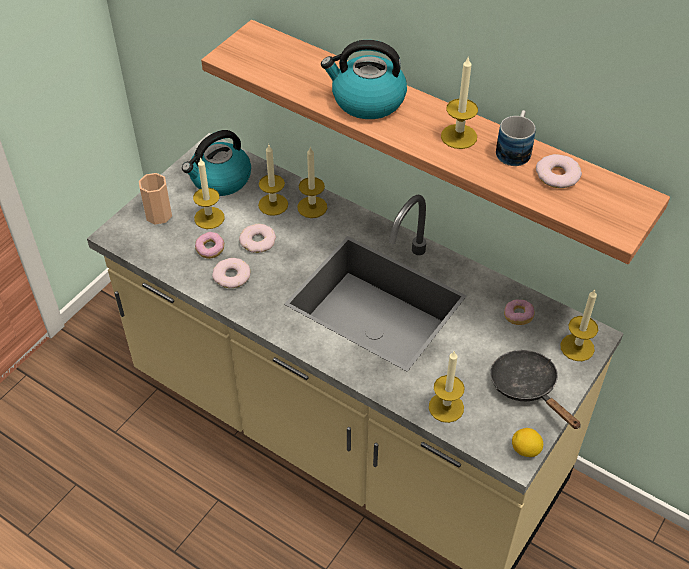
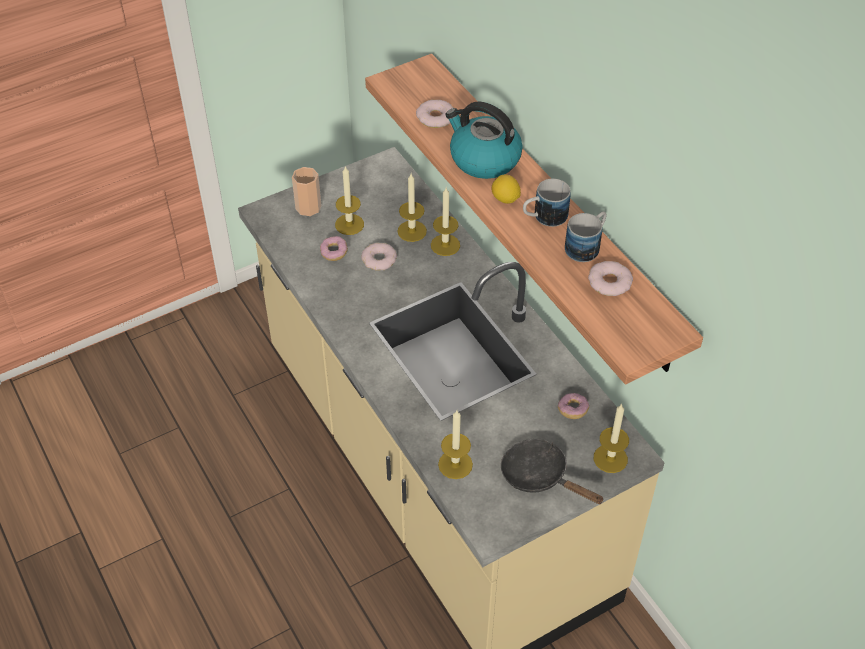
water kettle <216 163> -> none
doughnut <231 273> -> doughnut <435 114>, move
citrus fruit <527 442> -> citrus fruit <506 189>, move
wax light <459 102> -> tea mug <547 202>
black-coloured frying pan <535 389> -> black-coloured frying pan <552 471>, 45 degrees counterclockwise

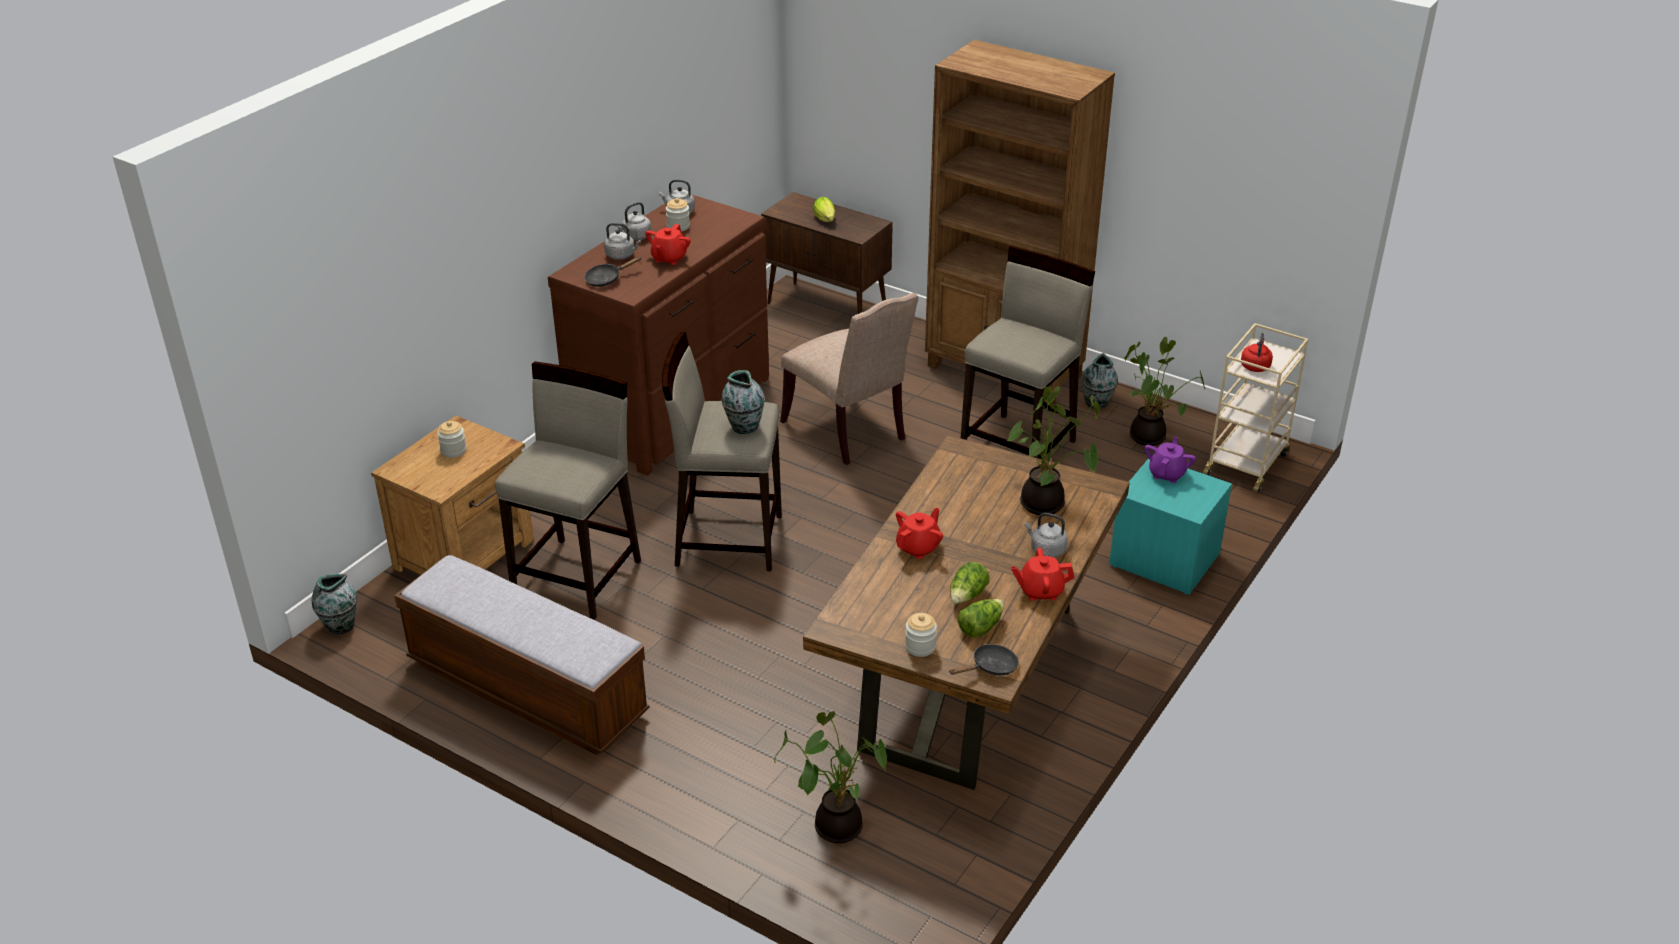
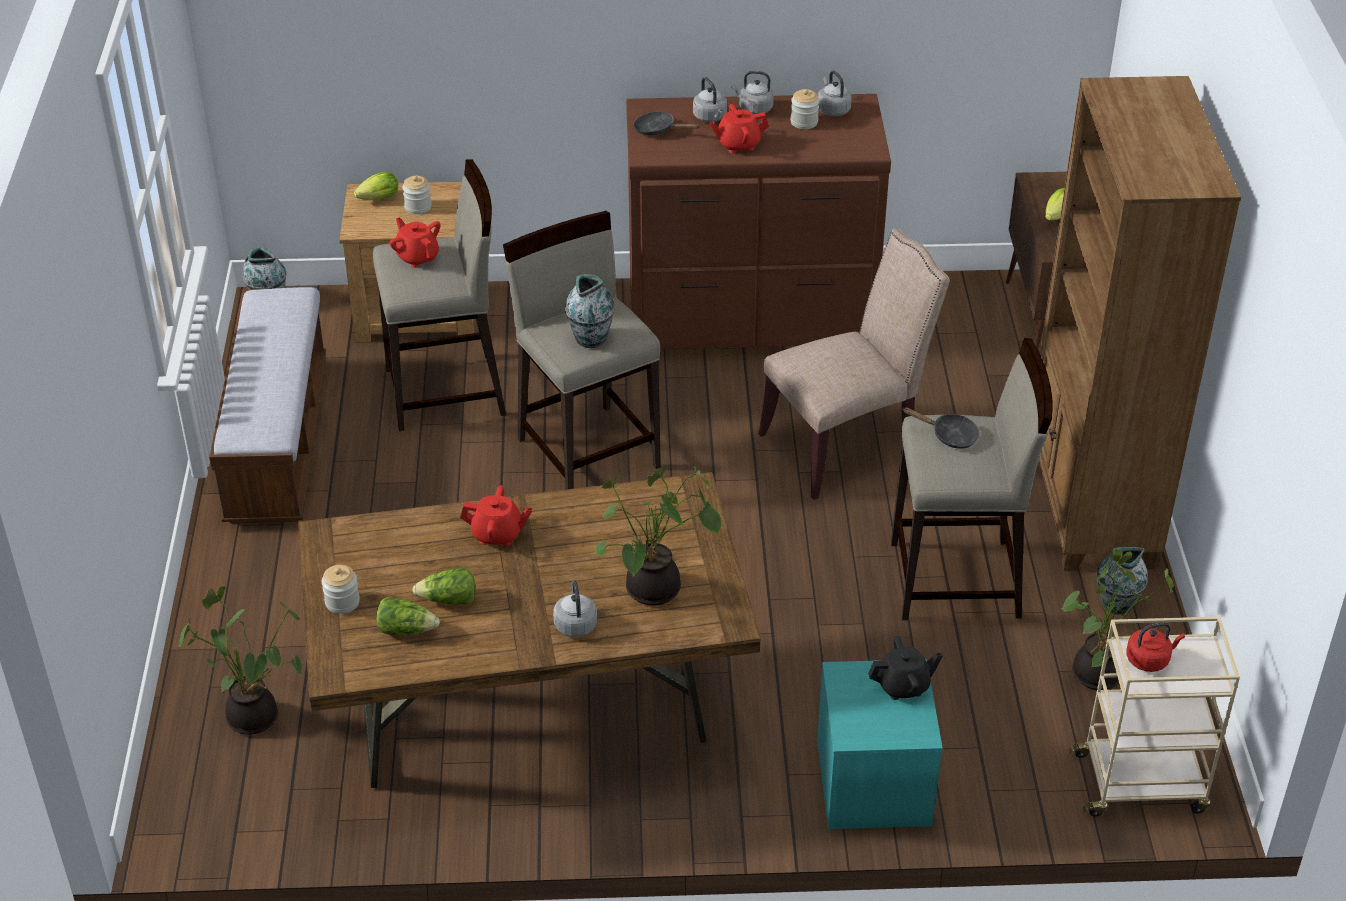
none -> lettuce head <376 186>
black-coloured frying pan <984 659> -> black-coloured frying pan <941 428>, move
red-coloured pot for tea <1043 574> -> red-coloured pot for tea <415 242>, move
purple-coloured pot for tea <1170 460> -> black-coloured pot for tea <905 668>
sand-coloured upright chair <849 379> -> sand-coloured upright chair <854 364>, 135 degrees counterclockwise

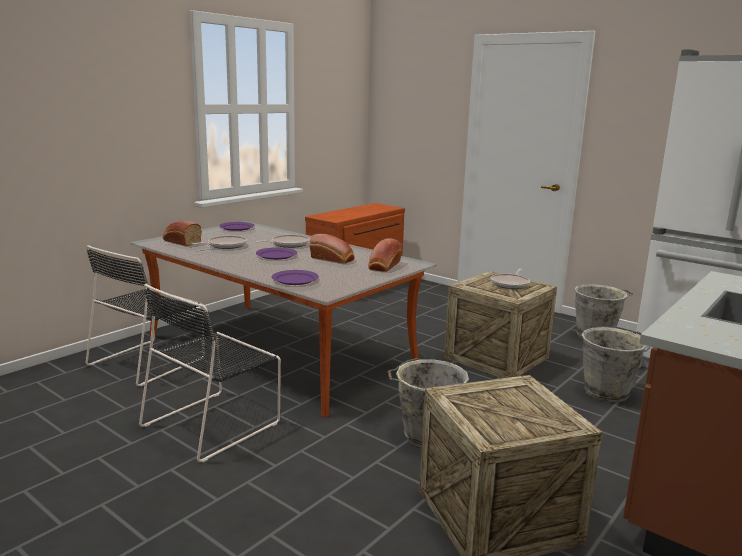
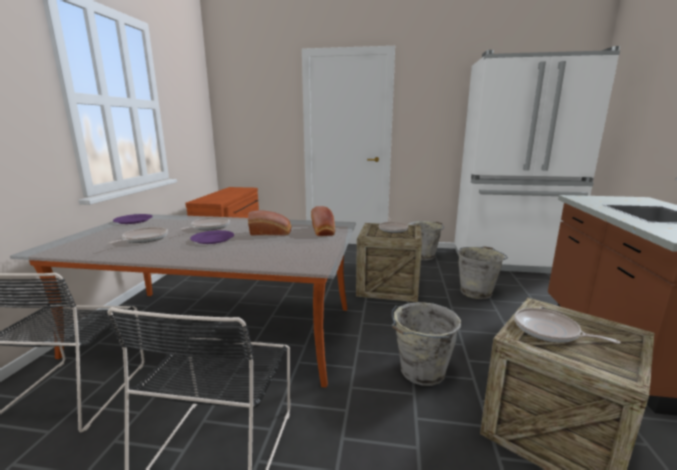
baked bread <182 233> -> none
purple-coloured plate <295 277> -> none
none -> frying pan <567 326>

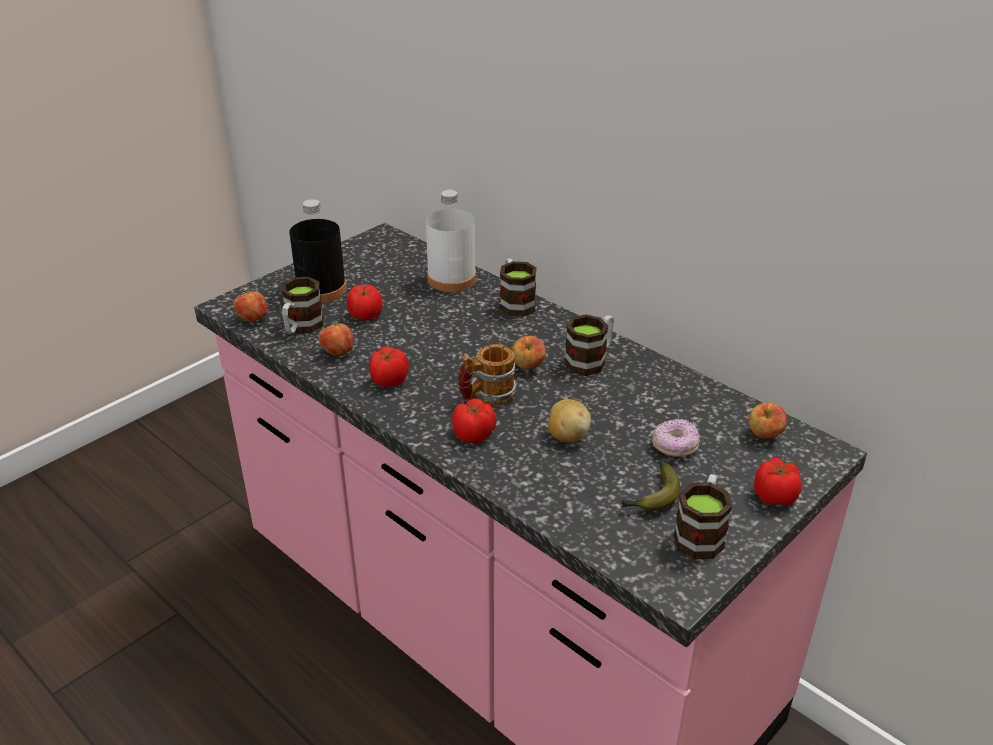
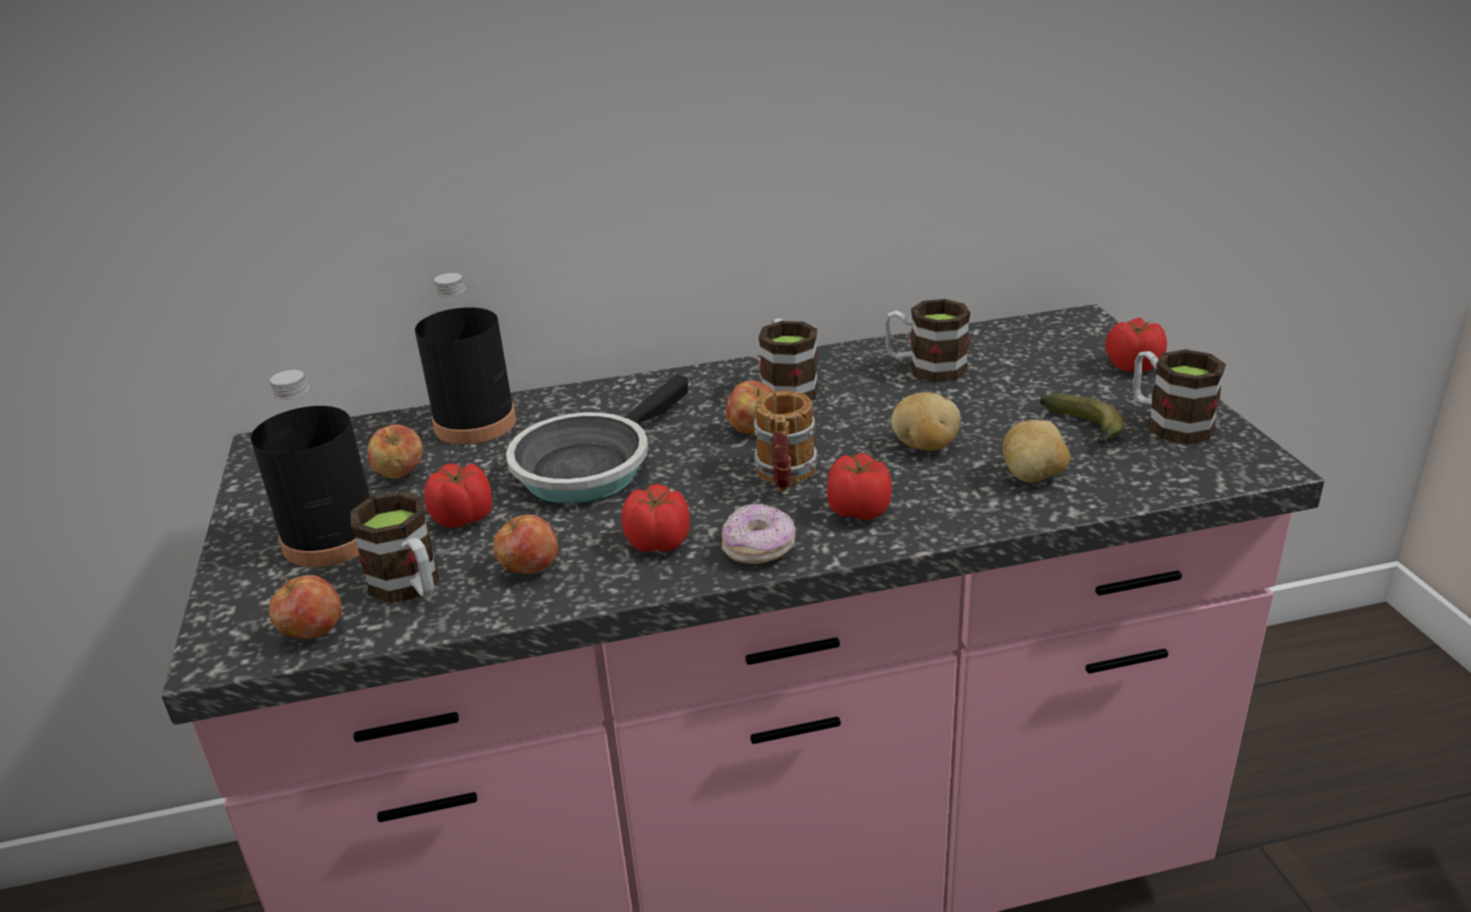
none -> frying pan <597 439>
none -> spud <1036 451>
tea mug <518 287> -> tea mug <928 340>, move
doughnut <676 438> -> doughnut <758 533>, move
apple fruit <767 420> -> apple fruit <395 451>, move
whitish bottle <451 241> -> black-coloured bottle <465 358>

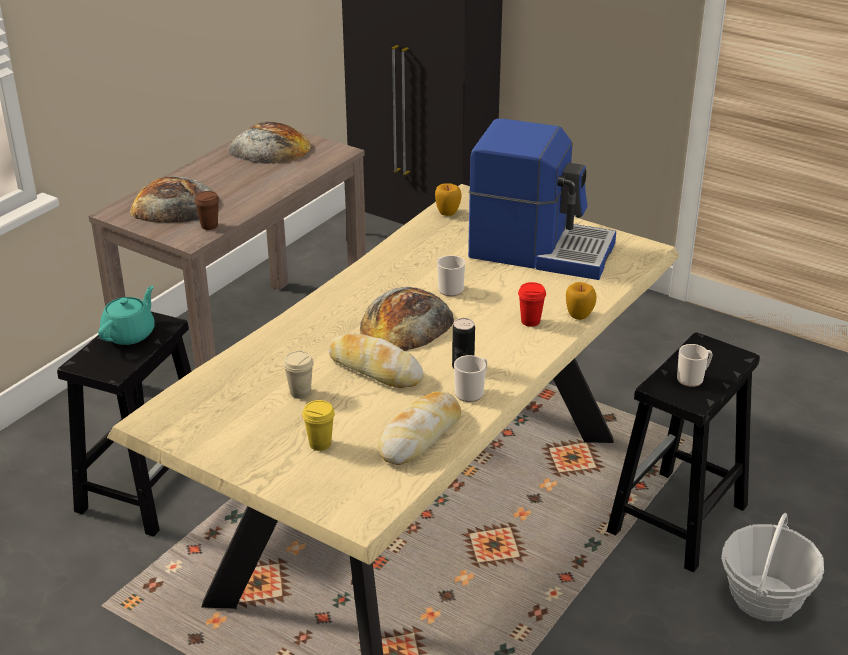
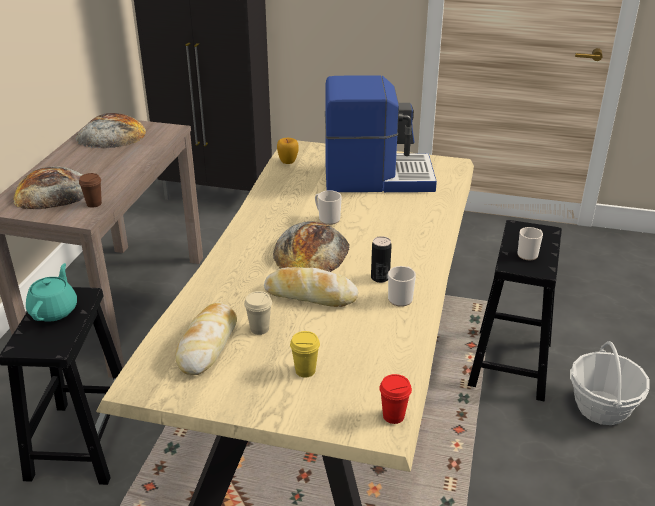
apple fruit <581 301> -> none
baked bread <419 428> -> baked bread <206 338>, move
red-coloured drinking cup <532 304> -> red-coloured drinking cup <395 399>, move

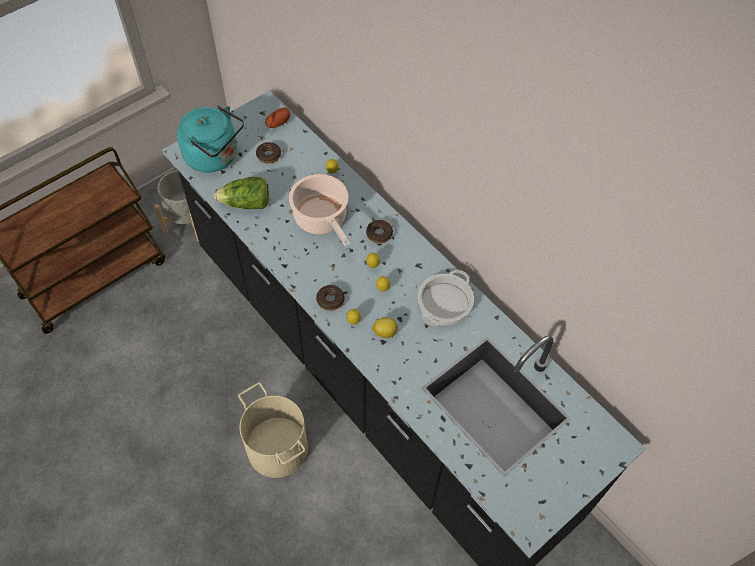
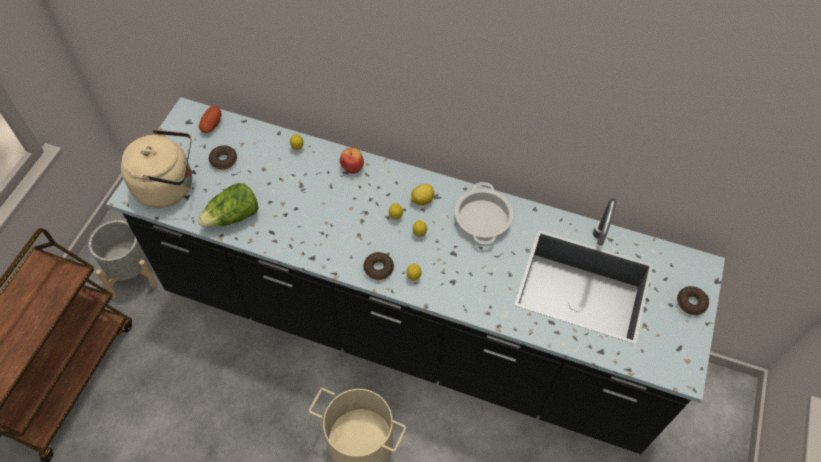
stockpot <319 210> -> none
none -> apple fruit <351 161>
doughnut <379 232> -> doughnut <693 300>, move
citrus fruit <385 328> -> citrus fruit <422 194>, move
blue-green water kettle <210 139> -> sand-coloured water kettle <156 167>

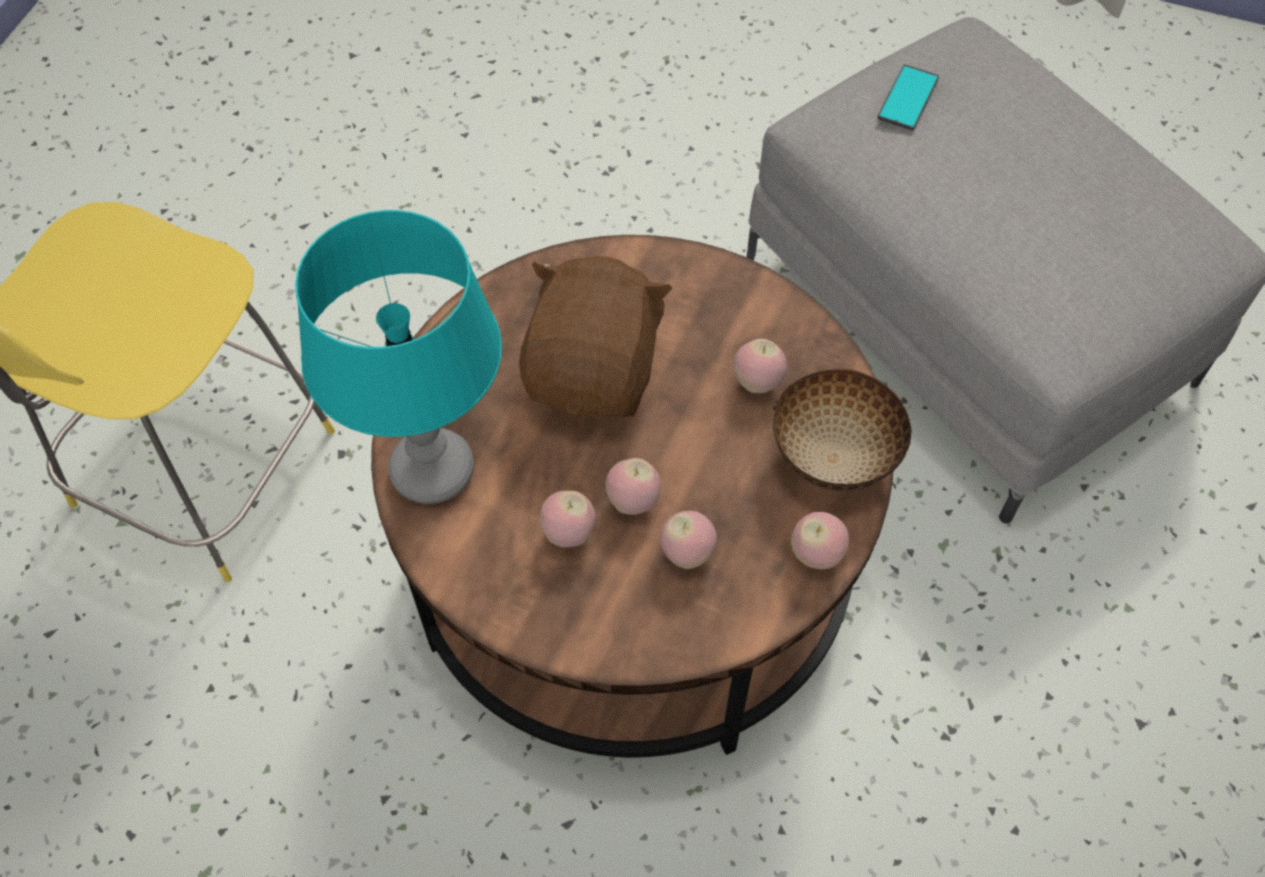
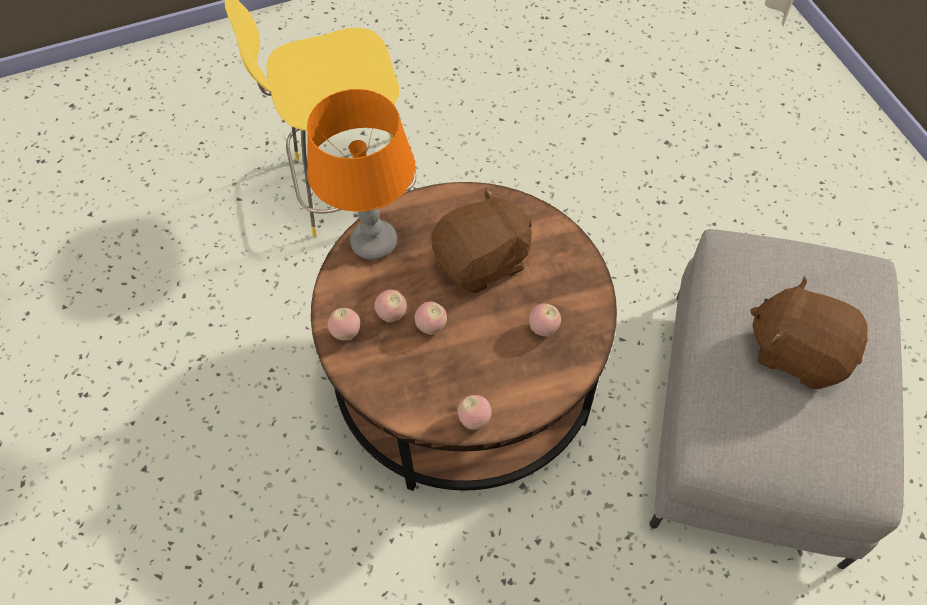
bowl <842 430> -> none
phone <908 97> -> none
none -> brownish plush toy <809 332>
apple fruit <688 540> -> apple fruit <344 324>, move
blue-green tabletop lamp <398 357> -> orange tabletop lamp <361 174>

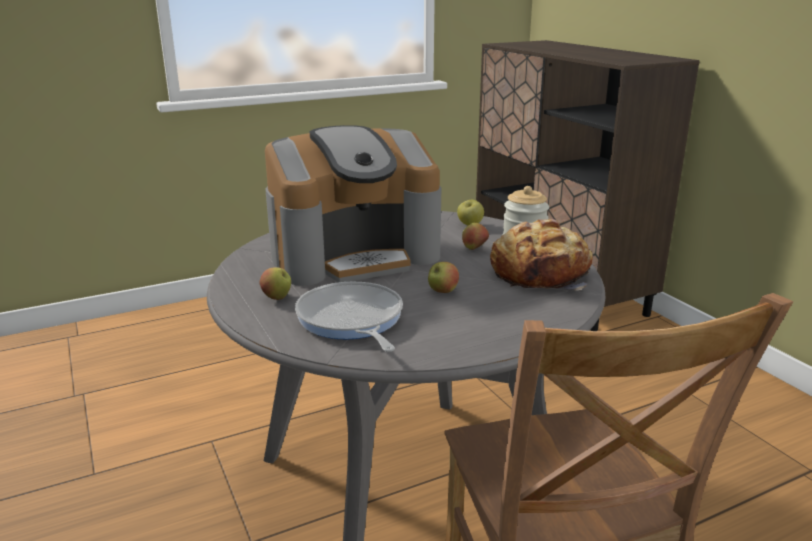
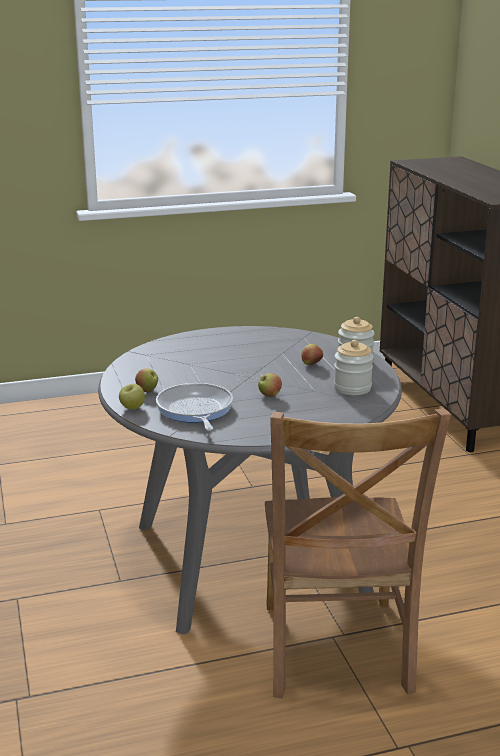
coffee maker <353 205> -> none
apple fruit <470 212> -> apple fruit <132 397>, move
baked bread <541 255> -> storage jar <353 367>

